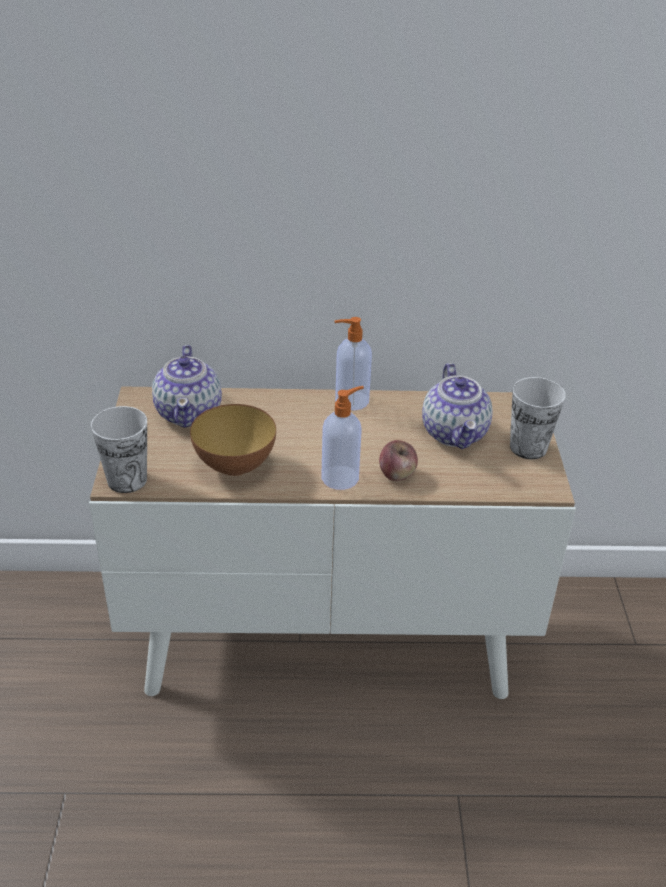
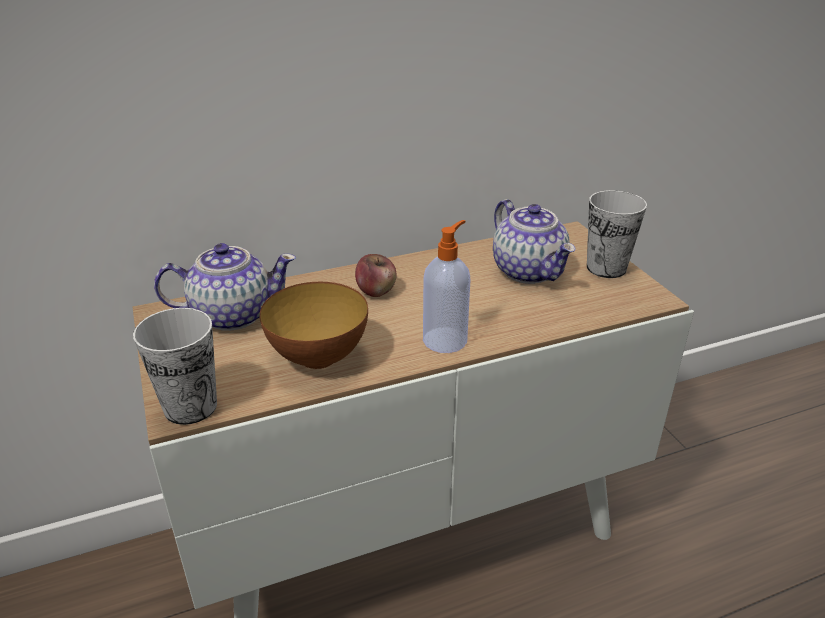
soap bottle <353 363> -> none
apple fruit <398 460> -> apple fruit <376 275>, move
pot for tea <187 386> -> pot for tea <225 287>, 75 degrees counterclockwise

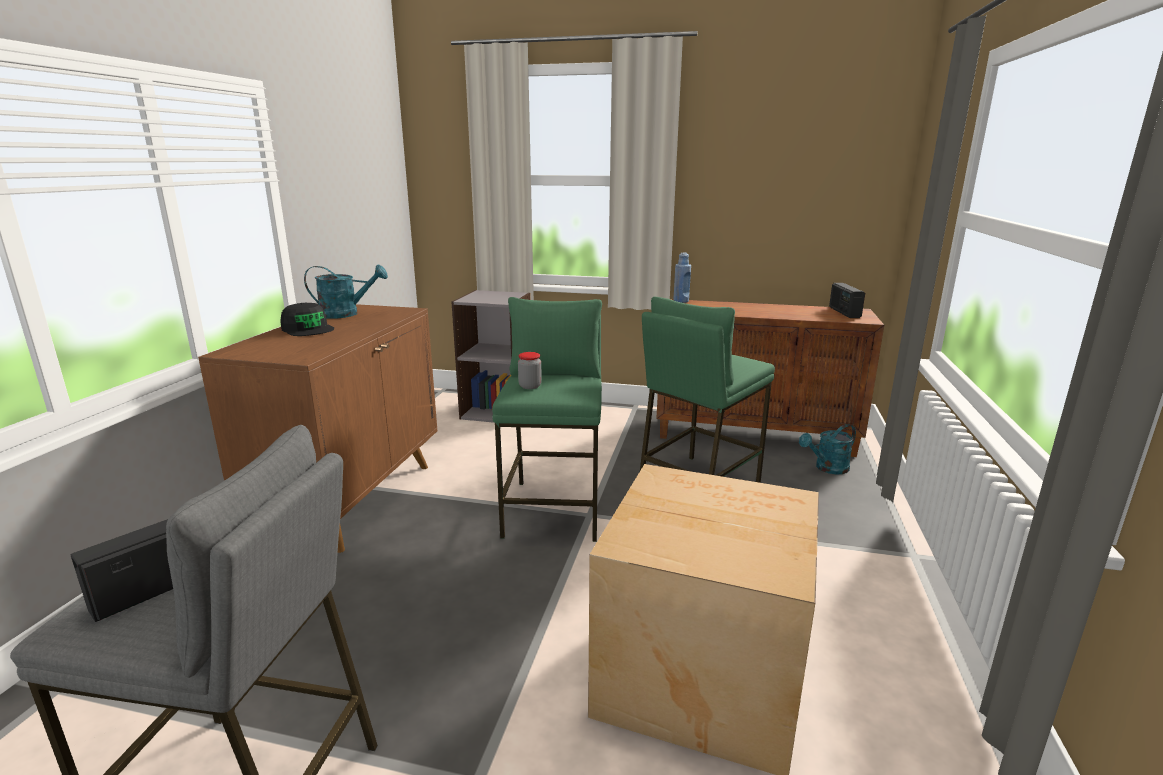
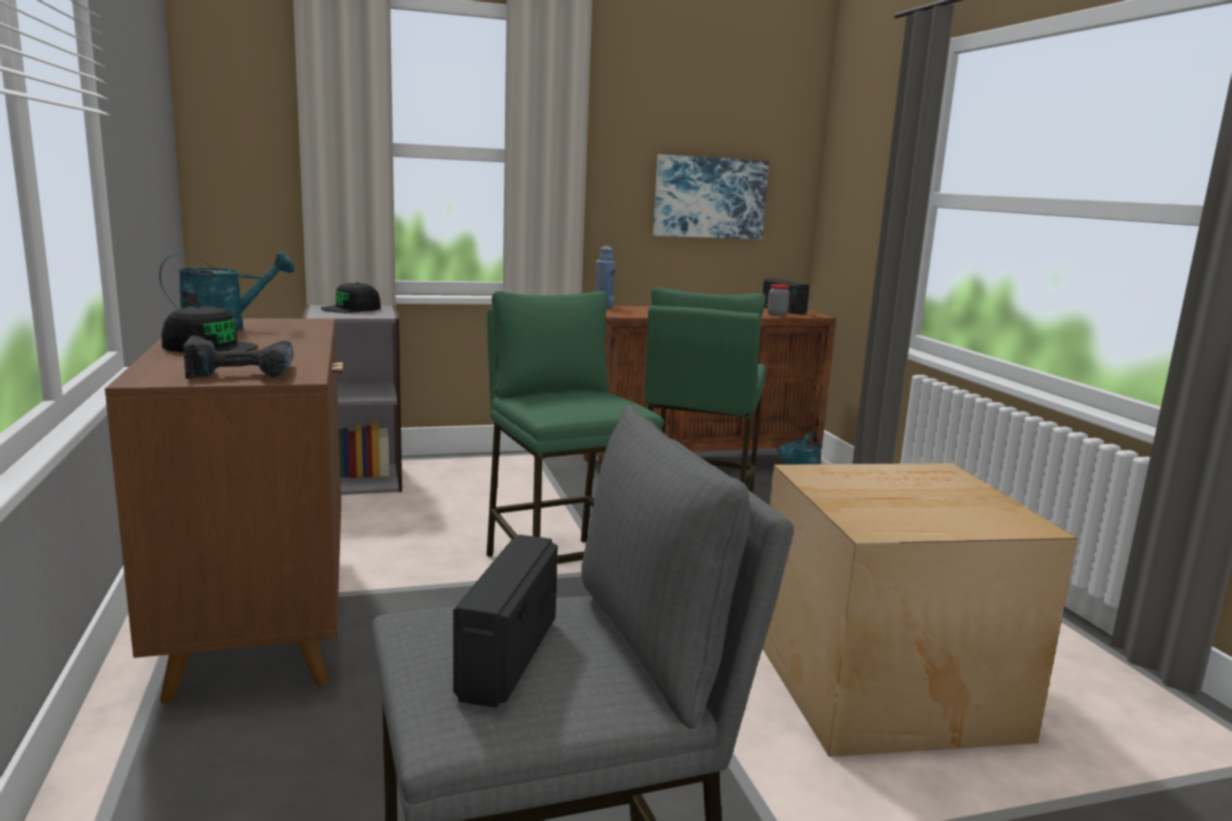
none -> power drill <238 357>
none -> black-coloured peaked cap <351 297>
none -> picture <711 197>
storage jar <530 370> -> storage jar <778 300>, move

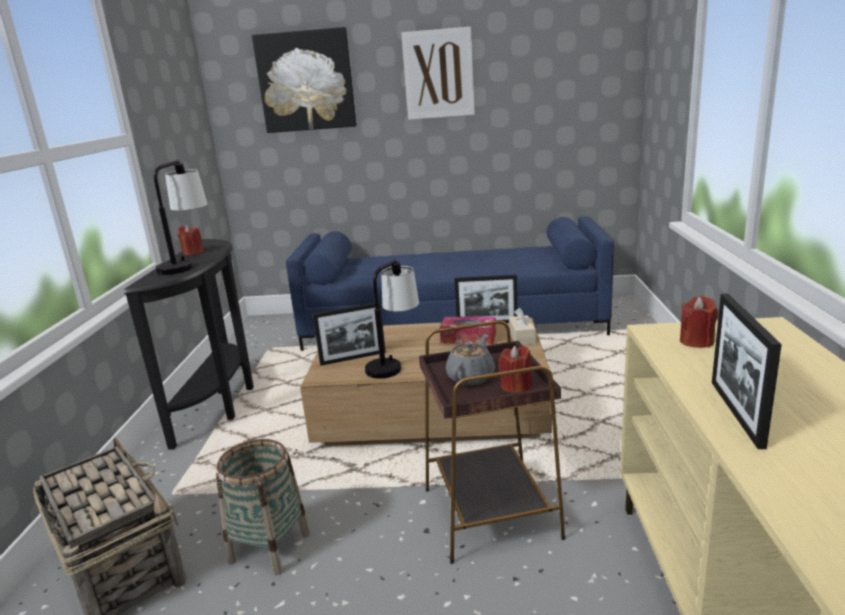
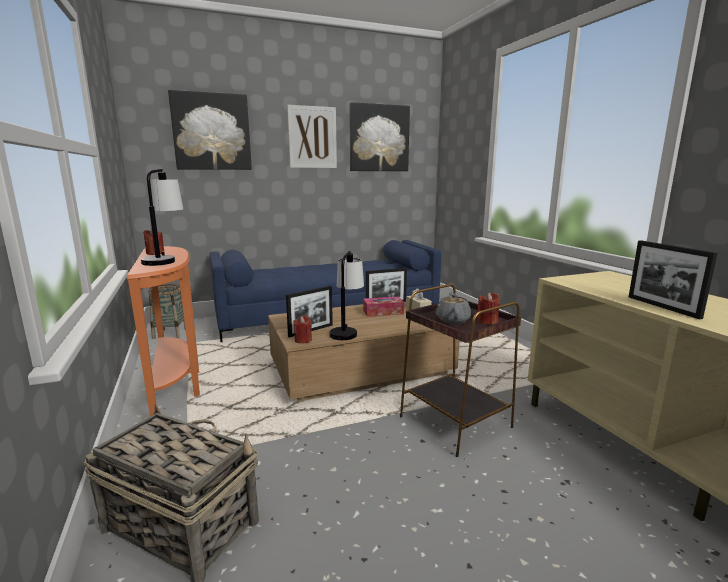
none -> picture <379 136>
household basket <263 507> -> household basket <167 311>, move
red-coloured wax light <699 322> -> red-coloured wax light <302 330>, move
black-coloured narrow table <188 344> -> orange narrow table <163 331>

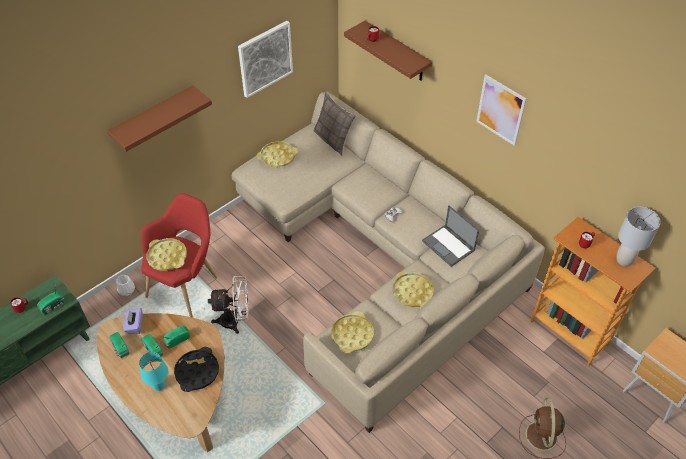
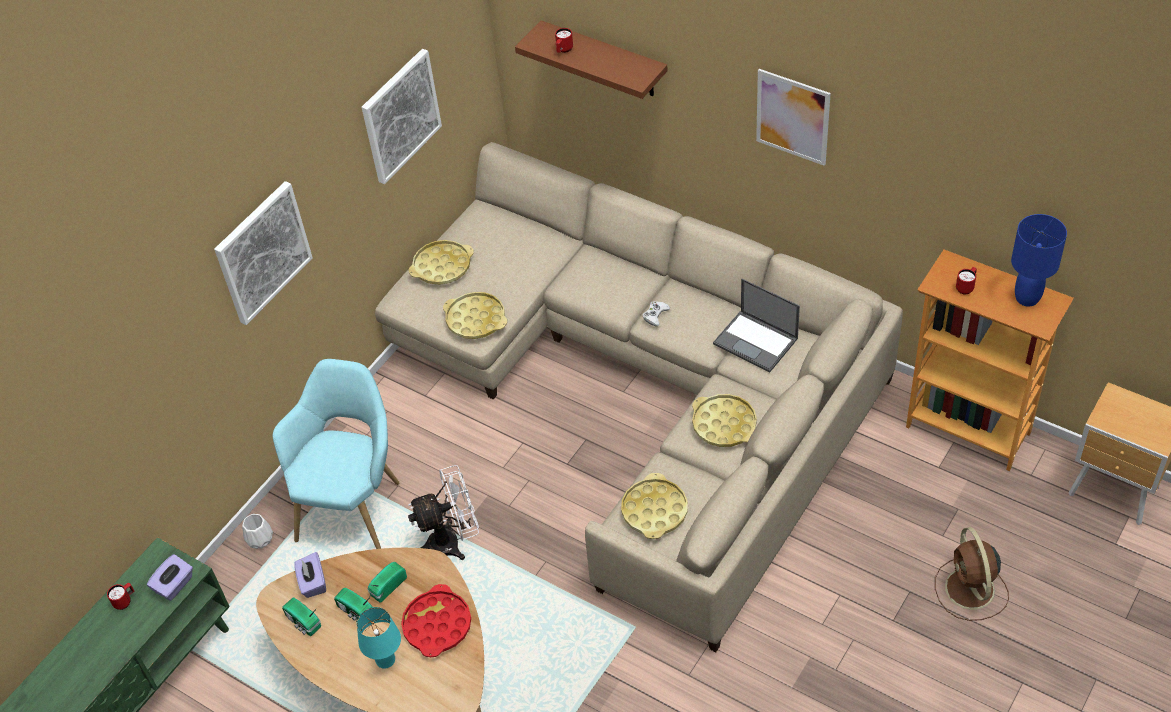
cushion <334 124> -> none
yellow tray <167 254> -> yellow tray <475 315>, move
radio receiver <51 298> -> purple-coloured tissue box <170 577>
brownish bracket shelf <159 118> -> picture <263 253>
red-coloured armchair <179 255> -> blue-green armchair <336 454>
black-coloured tray <196 369> -> red-coloured tray <436 620>
grey tabletop lamp <639 236> -> bluish tabletop lamp <1039 260>

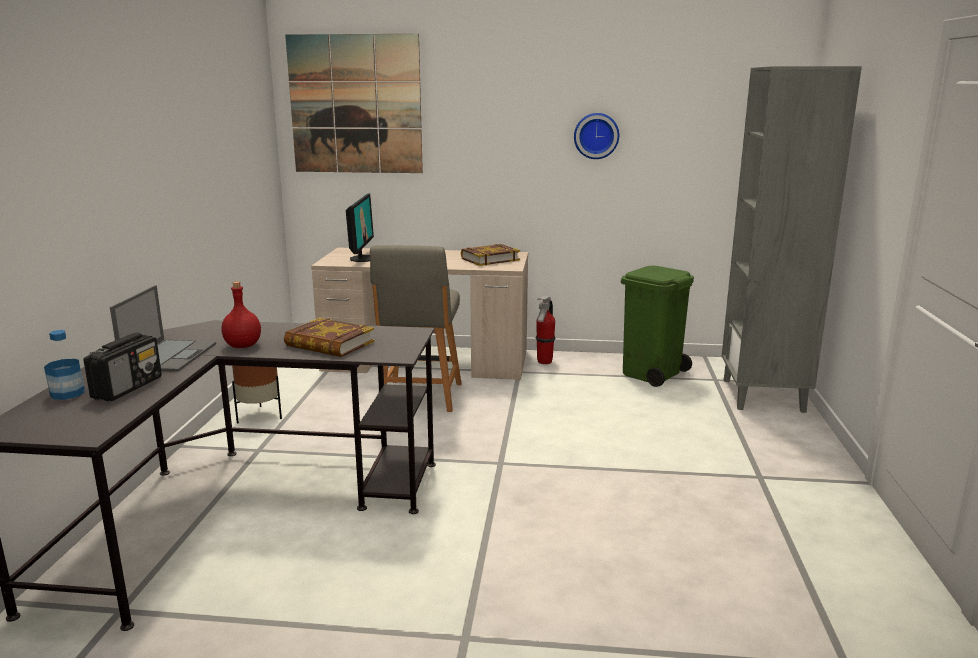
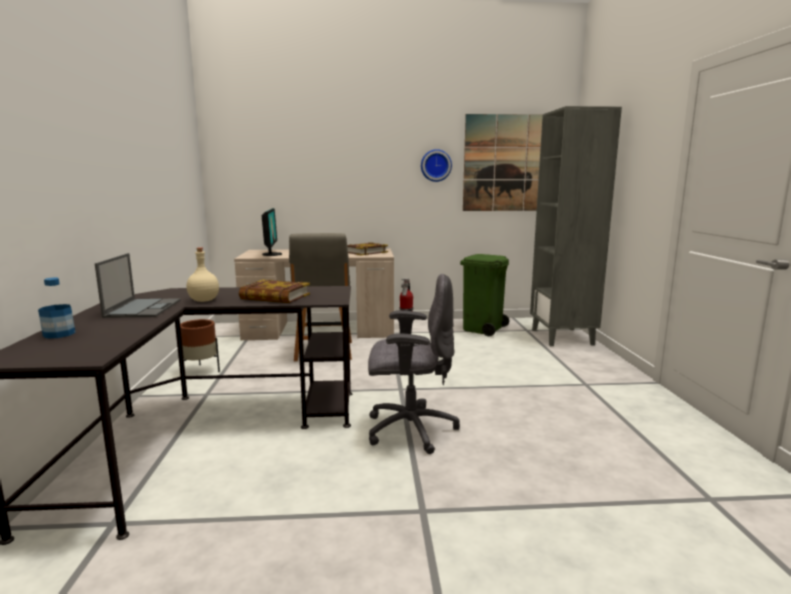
radio receiver <123 367> -> none
none -> grey office chair <414 364>
picture <354 103> -> picture <503 162>, move
red-coloured bottle <241 314> -> sand-coloured bottle <203 274>

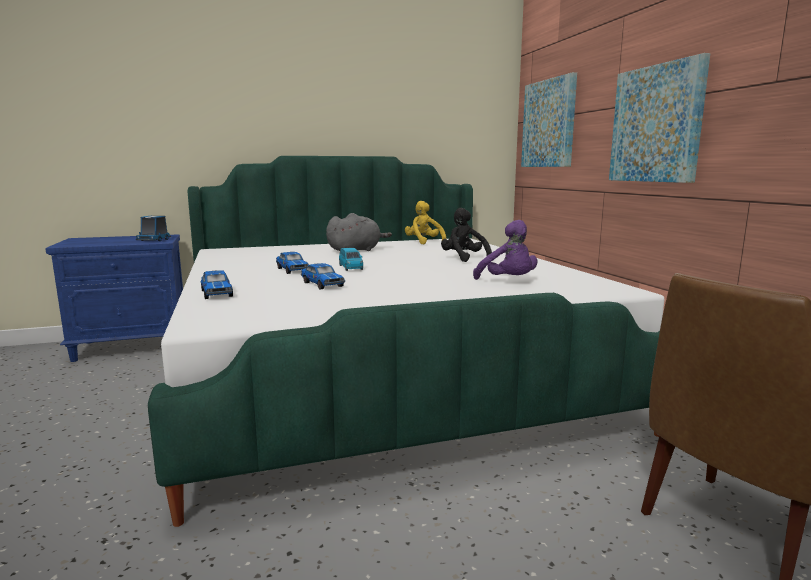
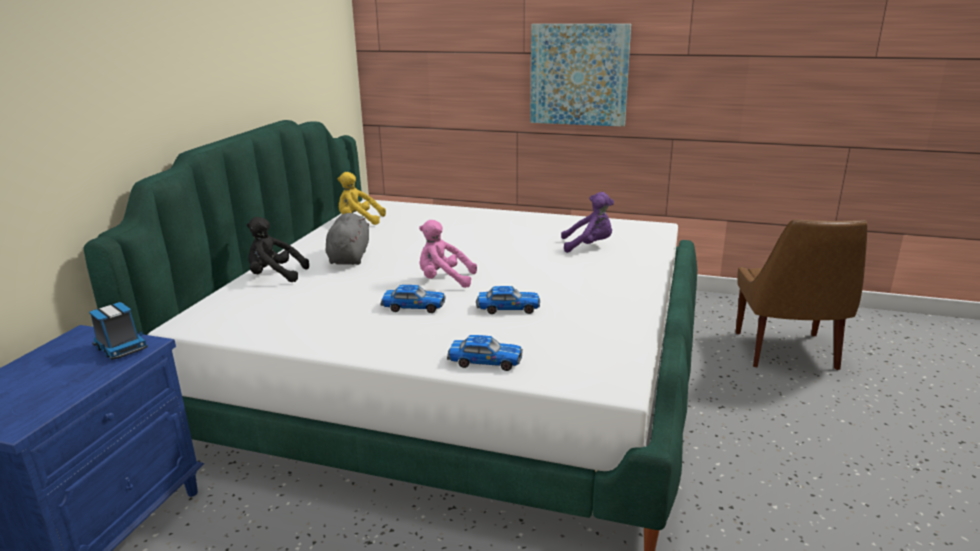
picture <549 119> -> none
black-coloured plush toy <466 235> -> black-coloured plush toy <278 249>, move
bluish miniature car <351 259> -> pinkish plush toy <448 254>

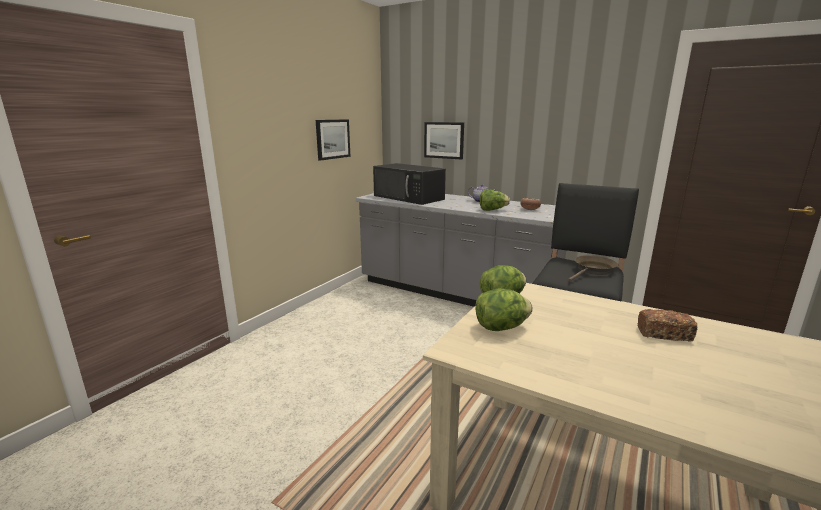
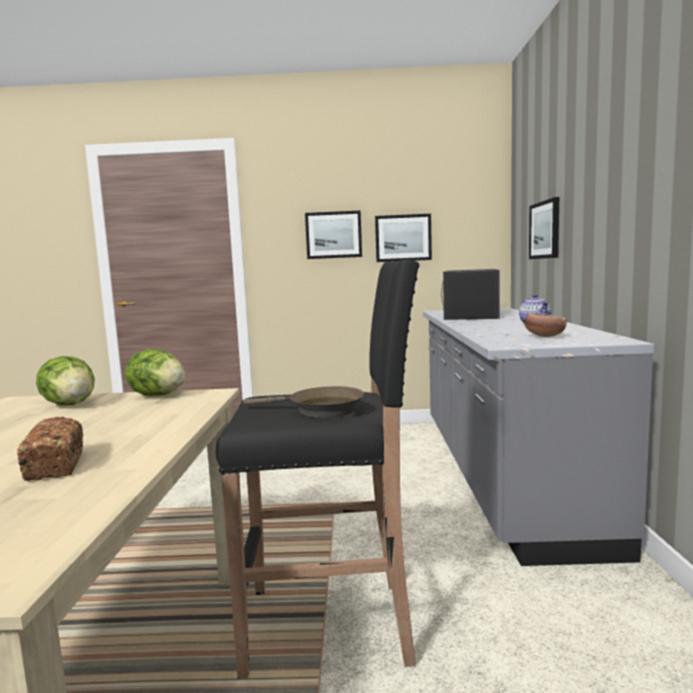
lettuce head <495 200> -> none
none -> picture <333 234>

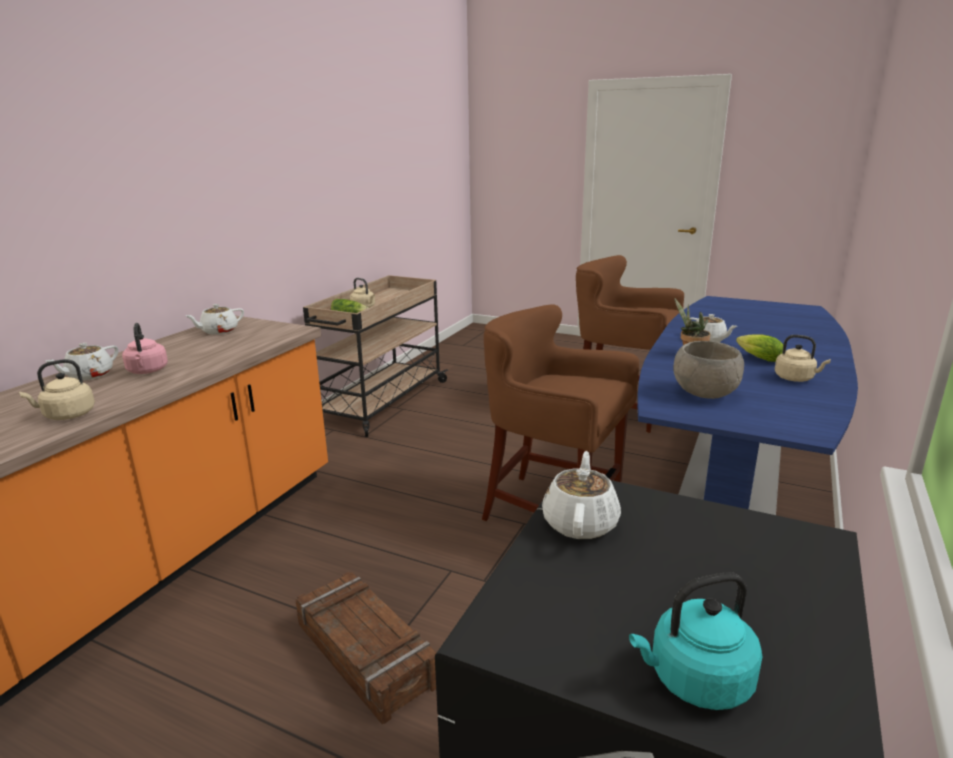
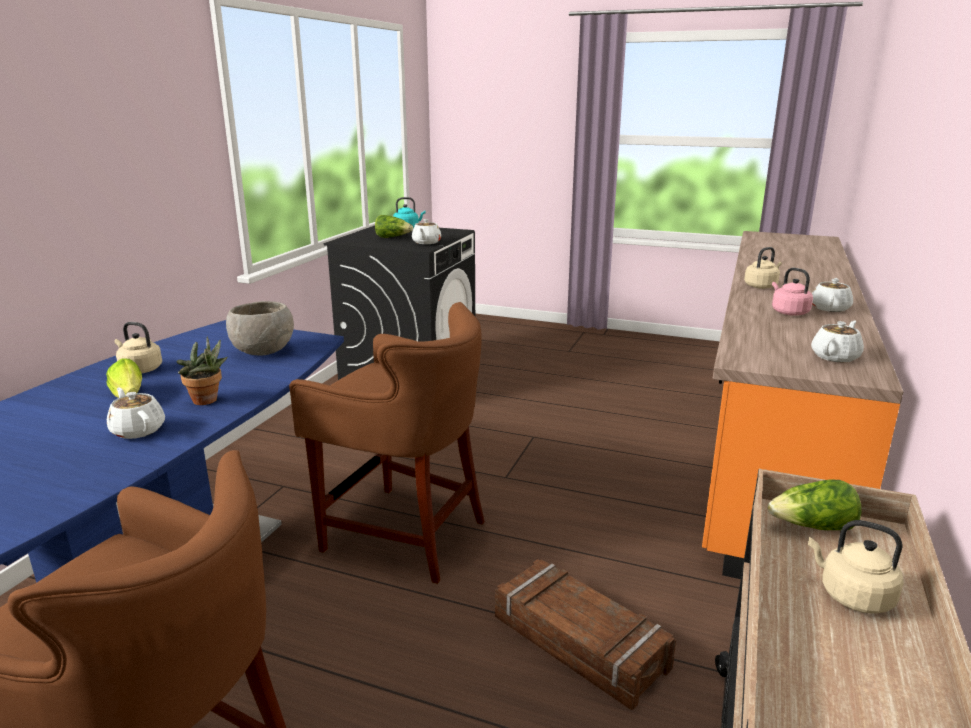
none -> lettuce head <394 226>
shipping crate <366 648> -> shipping crate <585 634>, move

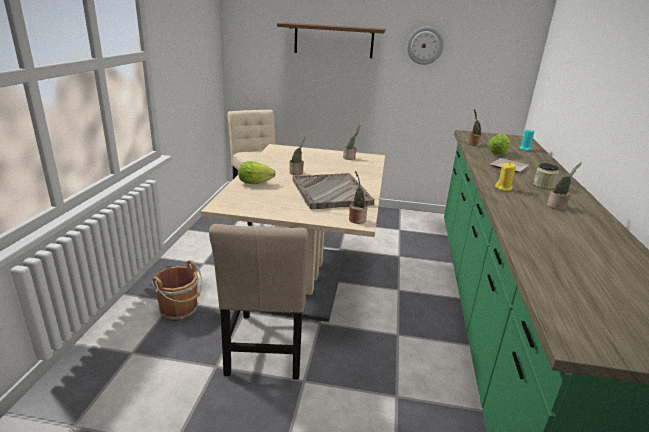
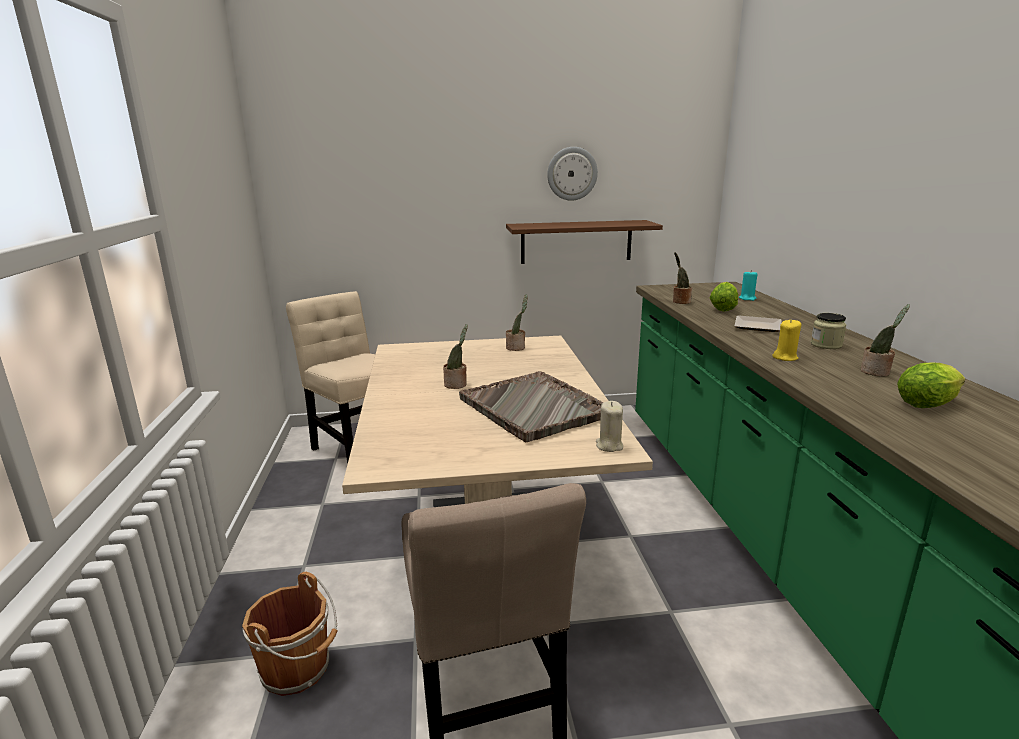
lettuce head <257 172> -> lettuce head <931 385>, move
brownish bracket shelf <331 40> -> brownish bracket shelf <584 242>, move
plant in a pot <358 197> -> sand-coloured wax light <609 426>

